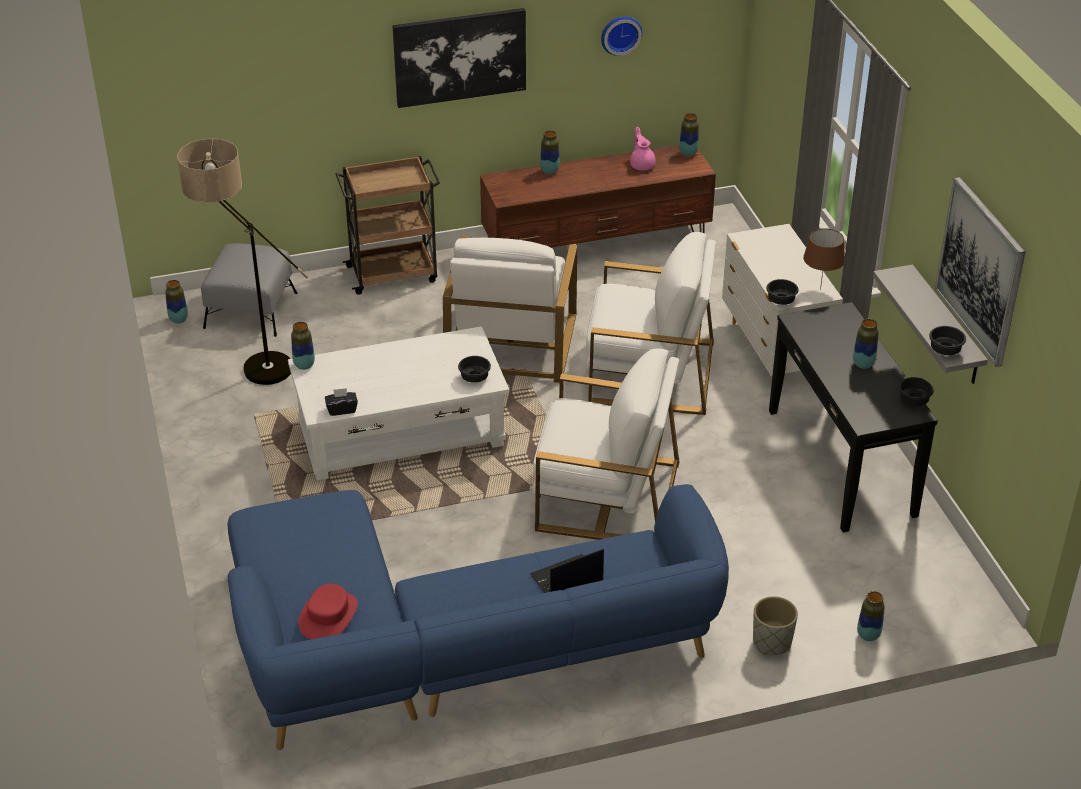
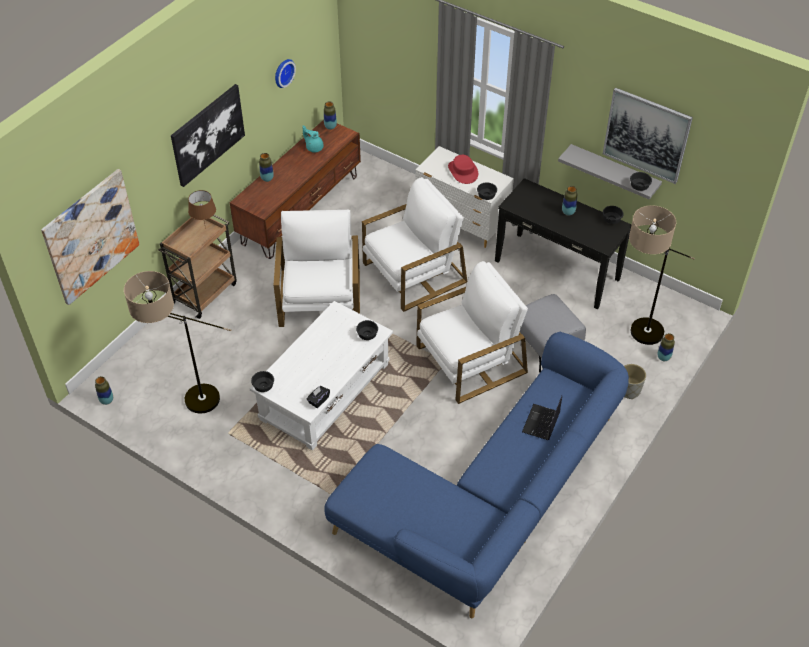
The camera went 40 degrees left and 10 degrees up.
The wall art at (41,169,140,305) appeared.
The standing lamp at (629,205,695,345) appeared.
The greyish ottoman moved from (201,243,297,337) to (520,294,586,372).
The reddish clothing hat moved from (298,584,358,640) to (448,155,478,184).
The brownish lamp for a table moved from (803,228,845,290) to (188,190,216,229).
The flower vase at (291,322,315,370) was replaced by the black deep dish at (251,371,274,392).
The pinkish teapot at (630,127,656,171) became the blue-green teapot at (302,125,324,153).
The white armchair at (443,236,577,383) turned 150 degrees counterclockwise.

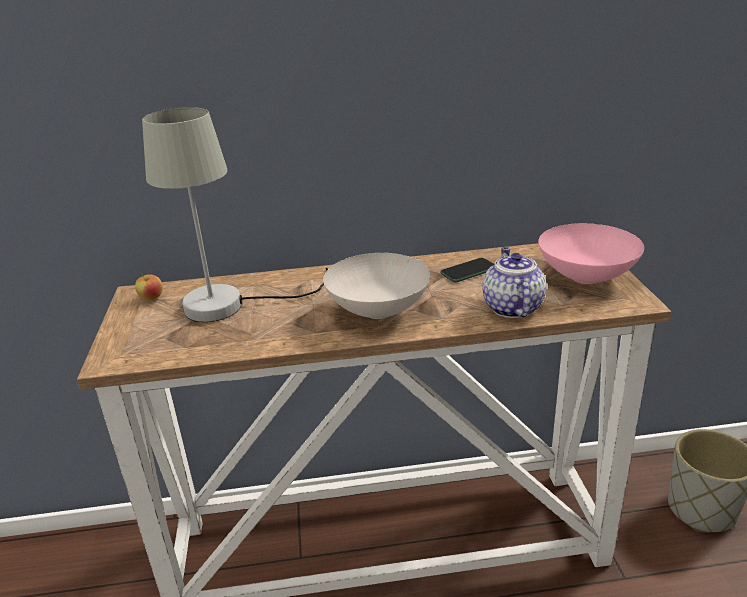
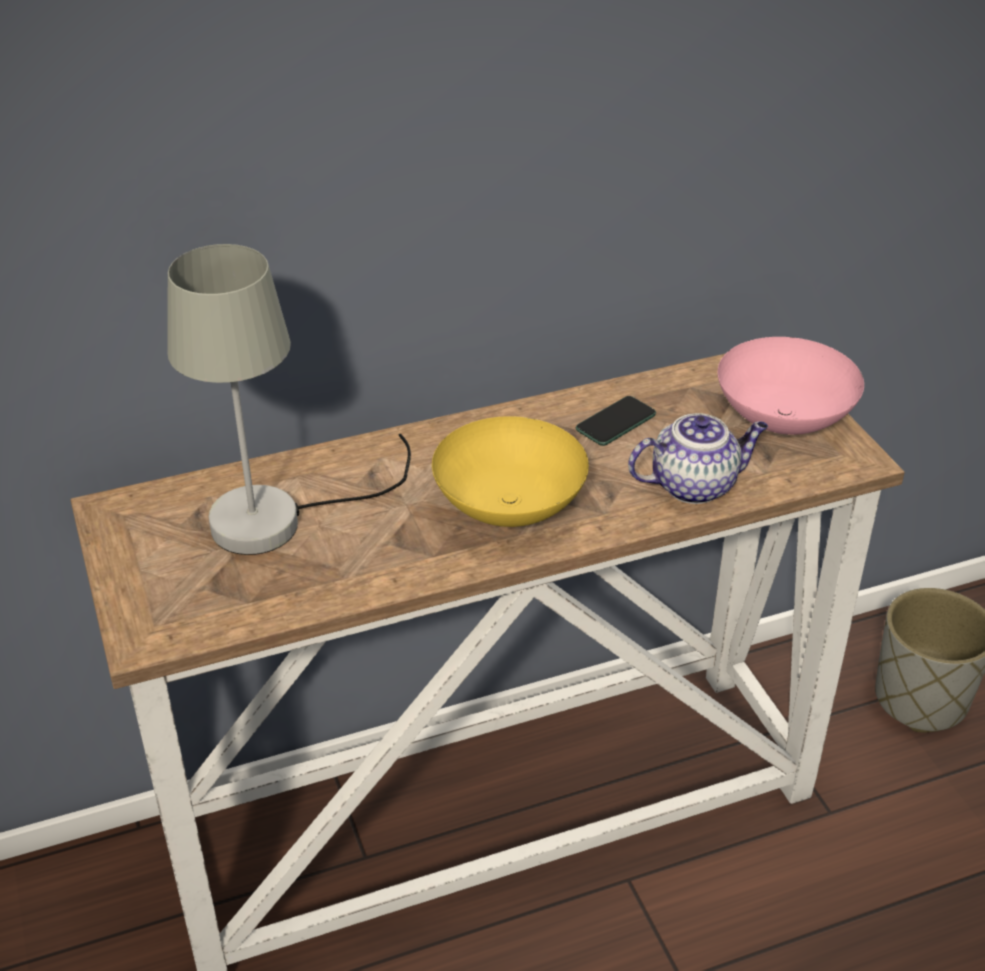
The camera went 15 degrees left and 10 degrees up.
The apple at (135,273,163,300) disappeared.
The white deep dish at (323,253,431,319) became the yellowish deep dish at (432,416,589,527).
The teapot at (482,247,547,318) turned 90 degrees clockwise.

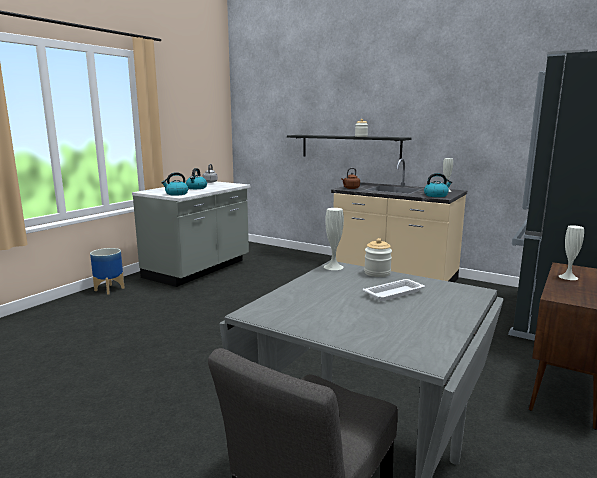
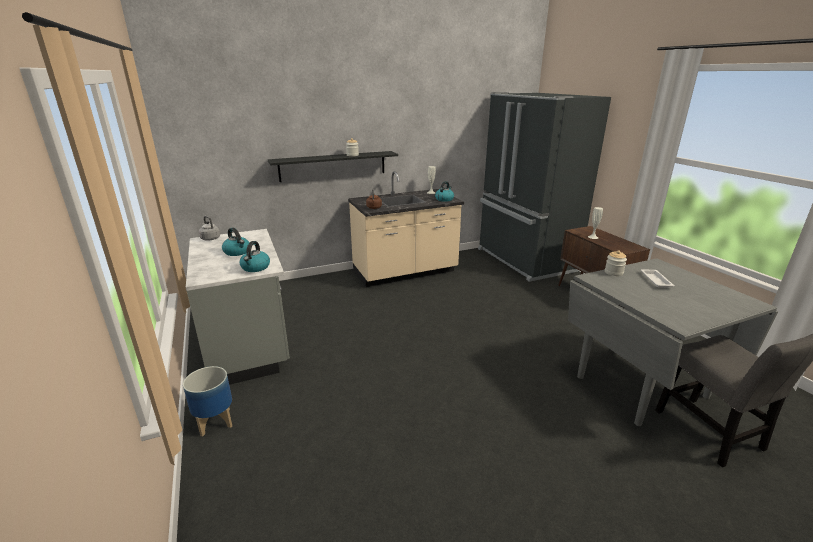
The camera went 55 degrees left and 10 degrees up.
The white flower vase at (324,208,344,270) disappeared.

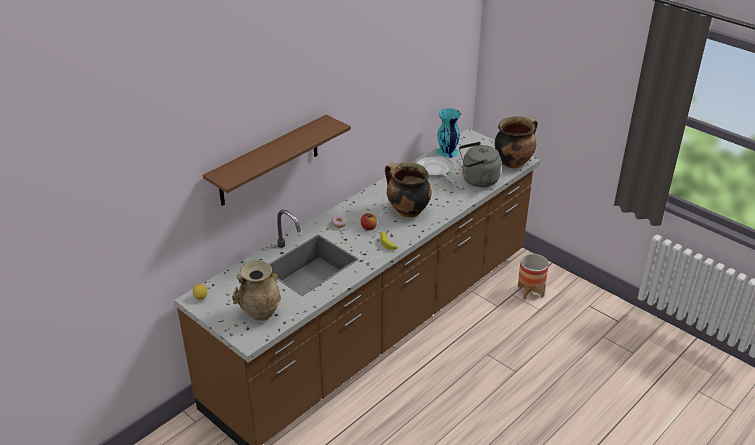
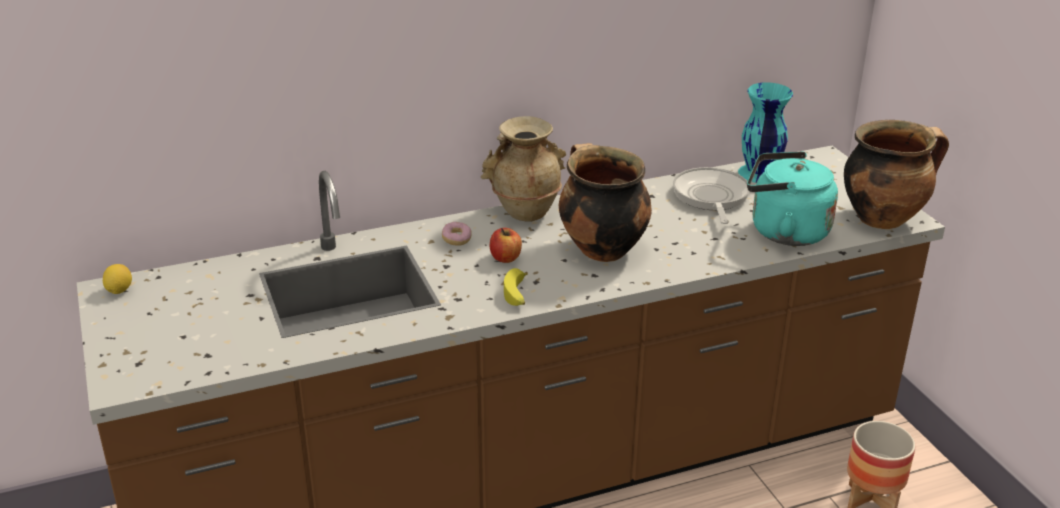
The camera went 25 degrees right and 5 degrees down.
The brownish shelf at (203,114,351,206) disappeared.
The sand-coloured flower vase moved from (232,261,281,320) to (481,116,566,222).
The greyish tea kettle at (459,142,502,187) became the blue-green tea kettle at (747,151,838,246).

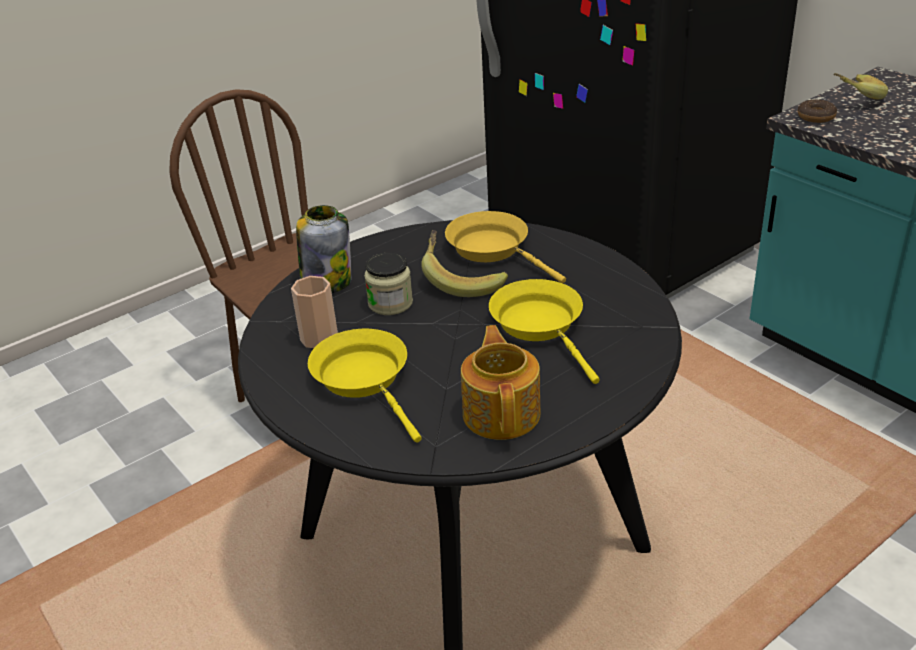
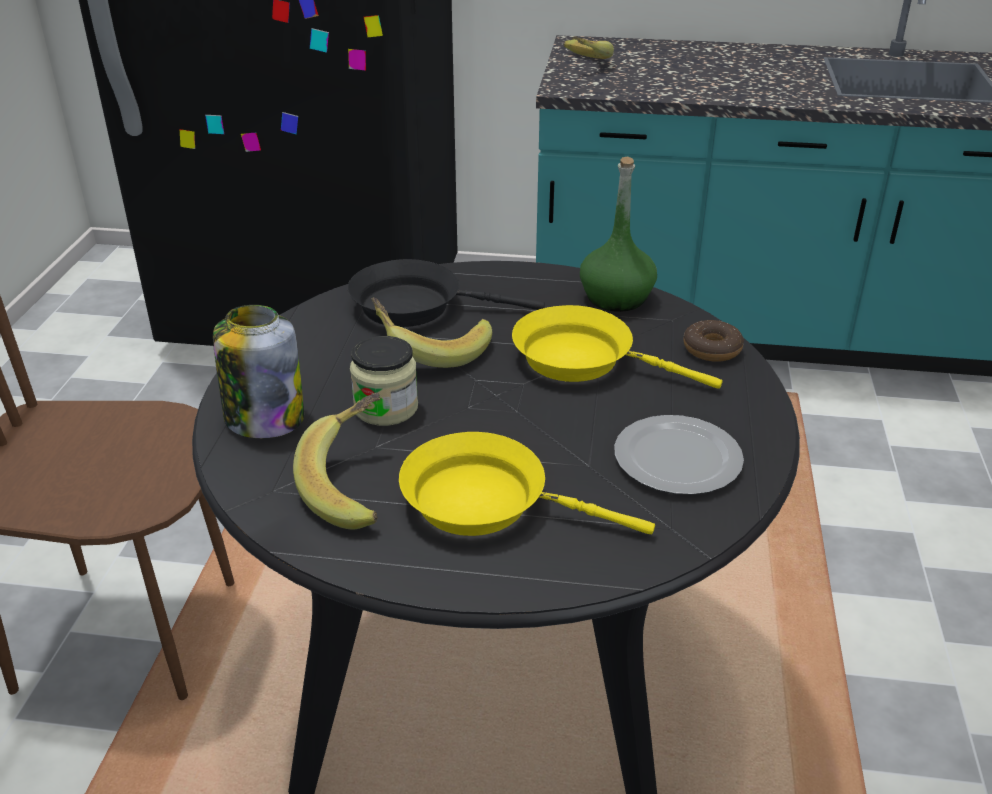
The camera went 45 degrees left and 0 degrees up.
The green beverage bottle at (580,157,657,312) appeared.
The donut moved from (798,99,837,123) to (683,320,744,362).
The small cup at (291,276,338,348) was replaced by the banana at (293,392,381,529).
The teapot at (461,325,541,440) was replaced by the flat dish at (614,415,744,495).
The yellowish frying pan at (445,211,566,283) became the black frying pan at (348,259,545,327).

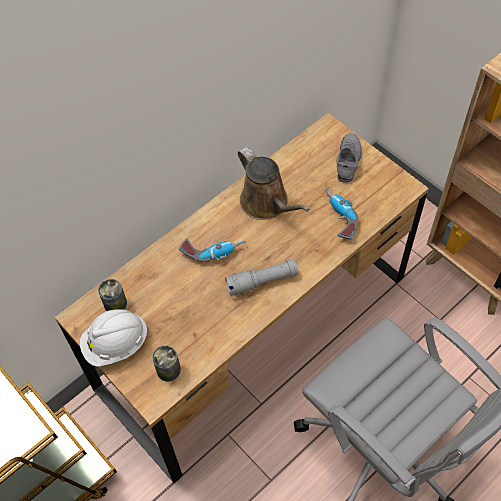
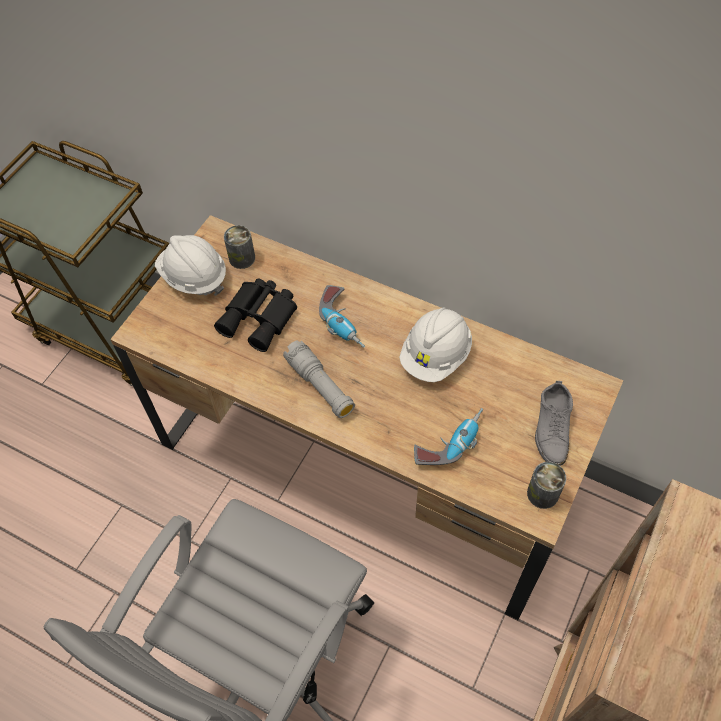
The camera went 70 degrees right and 0 degrees up.
The black binoculars at (214,278,297,352) appeared.
The sealed can moved from (152,345,181,382) to (527,462,566,509).
The brownish sprinkling can at (238,147,310,220) was replaced by the white work helmet at (399,308,472,382).
The greyish low shoe at (337,133,362,183) turned 105 degrees clockwise.

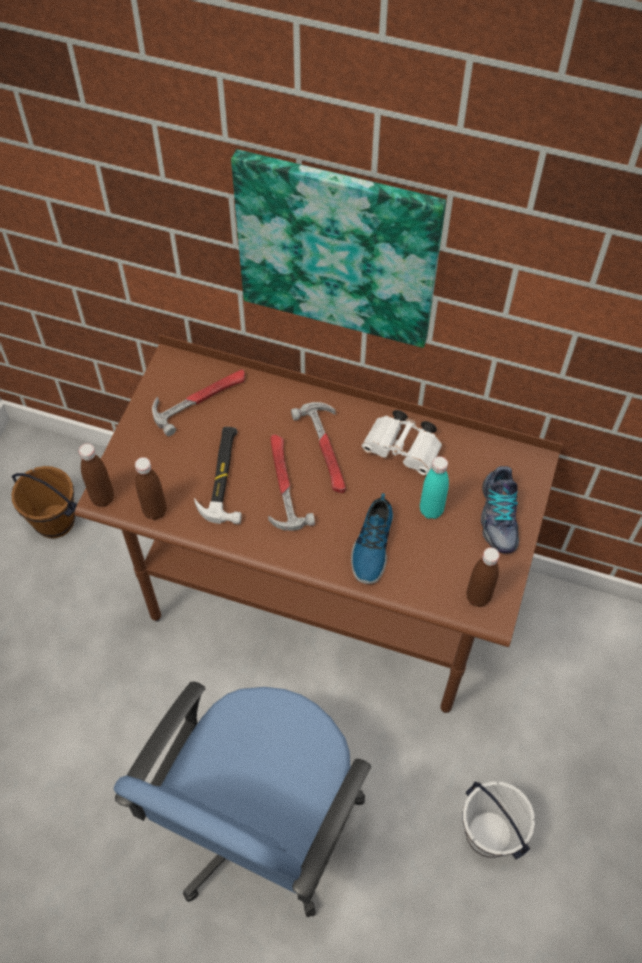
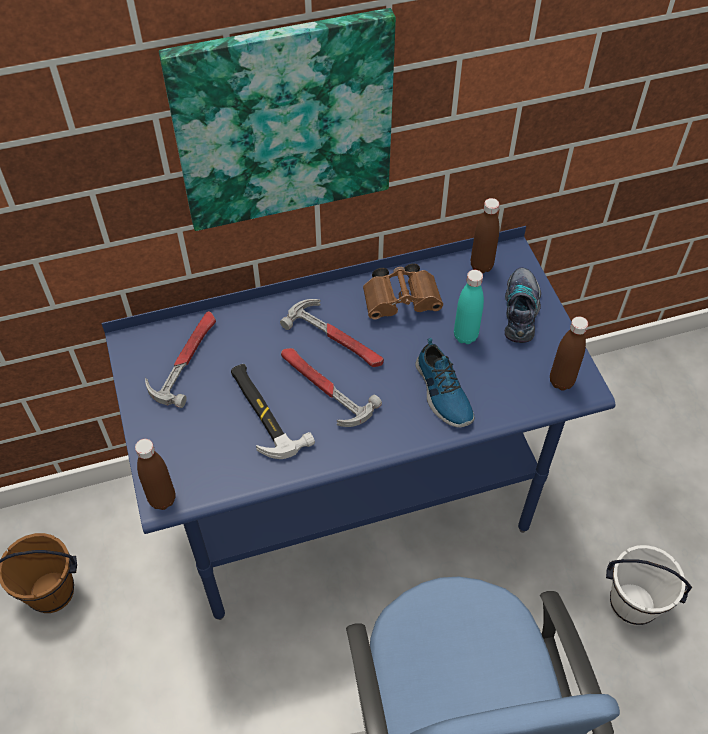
The camera went 35 degrees left and 5 degrees down.
The brownish beverage bottle moved from (135,457,167,520) to (471,198,499,273).
The brownish desk at (75,334,563,713) became the blue-coloured desk at (101,226,615,620).
The white binoculars at (361,410,442,475) became the brownish binoculars at (363,264,443,320).
The low shoe at (481,466,519,554) turned 135 degrees counterclockwise.

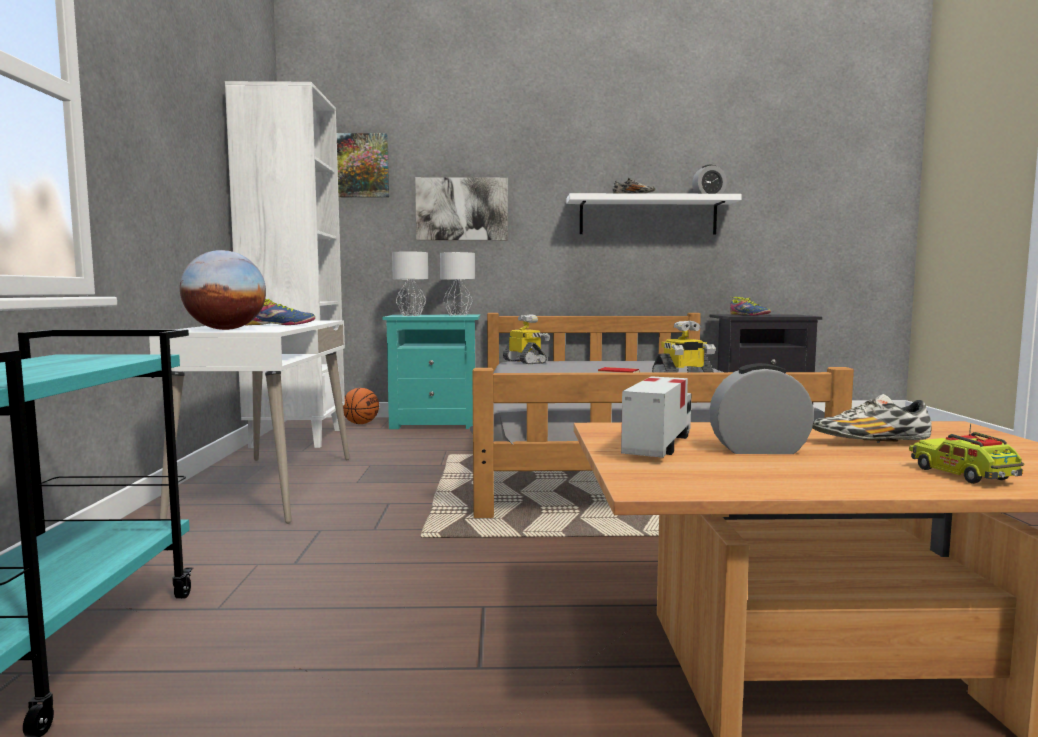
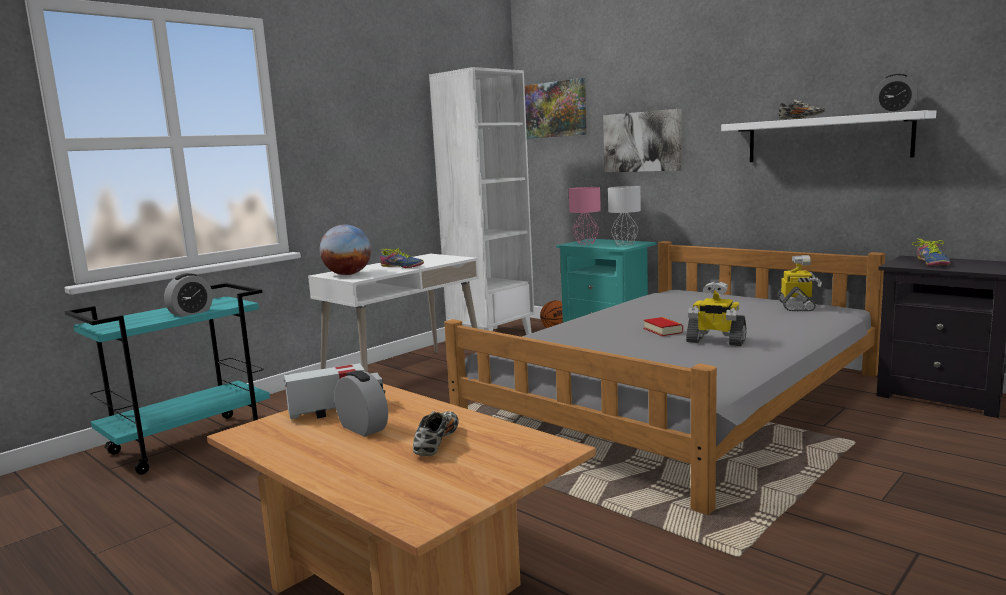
The camera went 45 degrees right and 5 degrees up.
The toy truck at (909,423,1024,484) disappeared.
The table clock at (164,273,213,317) appeared.
The model robot moved from (503,315,550,364) to (777,255,822,311).
The greyish lamp for a table at (392,251,428,316) became the pinkish lamp for a table at (569,187,601,244).
The low shoe at (812,394,932,443) turned 60 degrees clockwise.

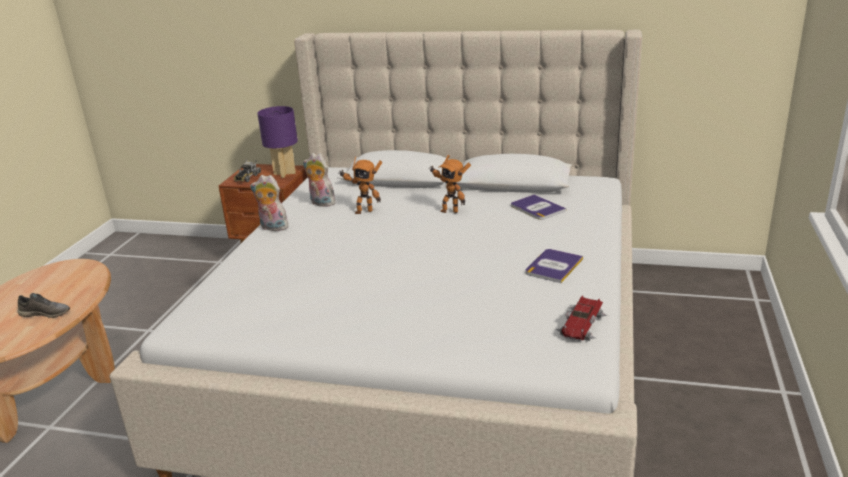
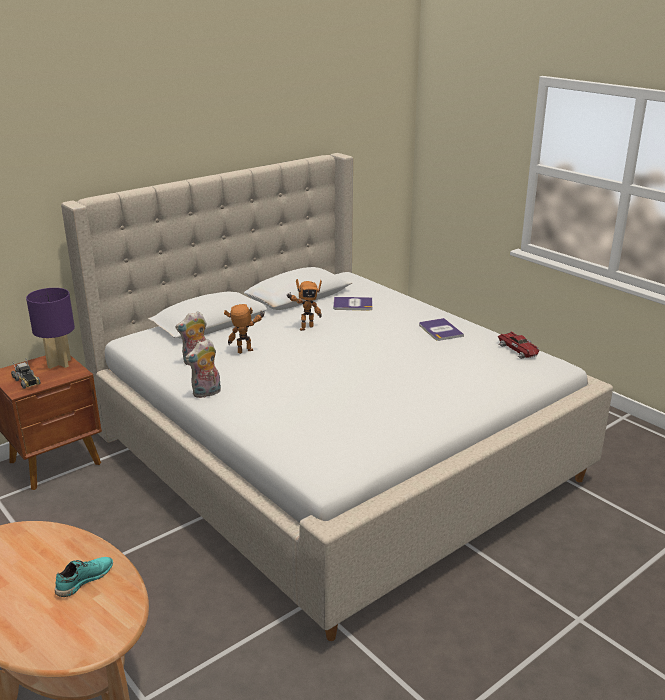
The camera went 55 degrees left and 0 degrees up.
The greyish low shoe at (18,293,70,318) became the blue-green low shoe at (55,557,113,597).
The model robot at (339,156,382,214) turned 150 degrees counterclockwise.

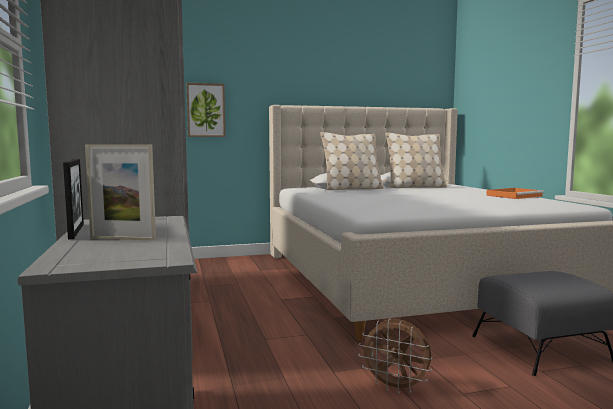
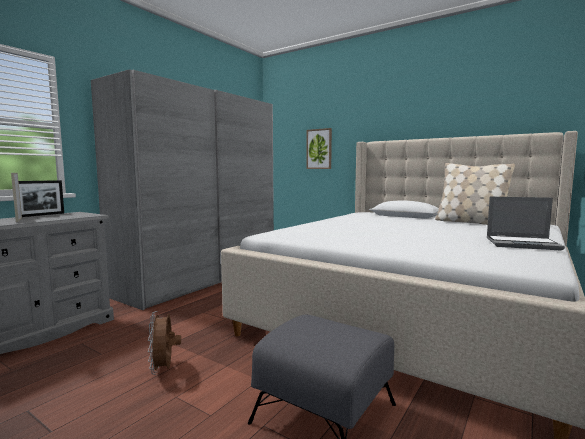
The camera went 50 degrees right and 0 degrees up.
The sand-coloured pillow at (320,132,384,190) disappeared.
The orange tray at (486,188,544,199) was replaced by the laptop at (487,197,565,250).

